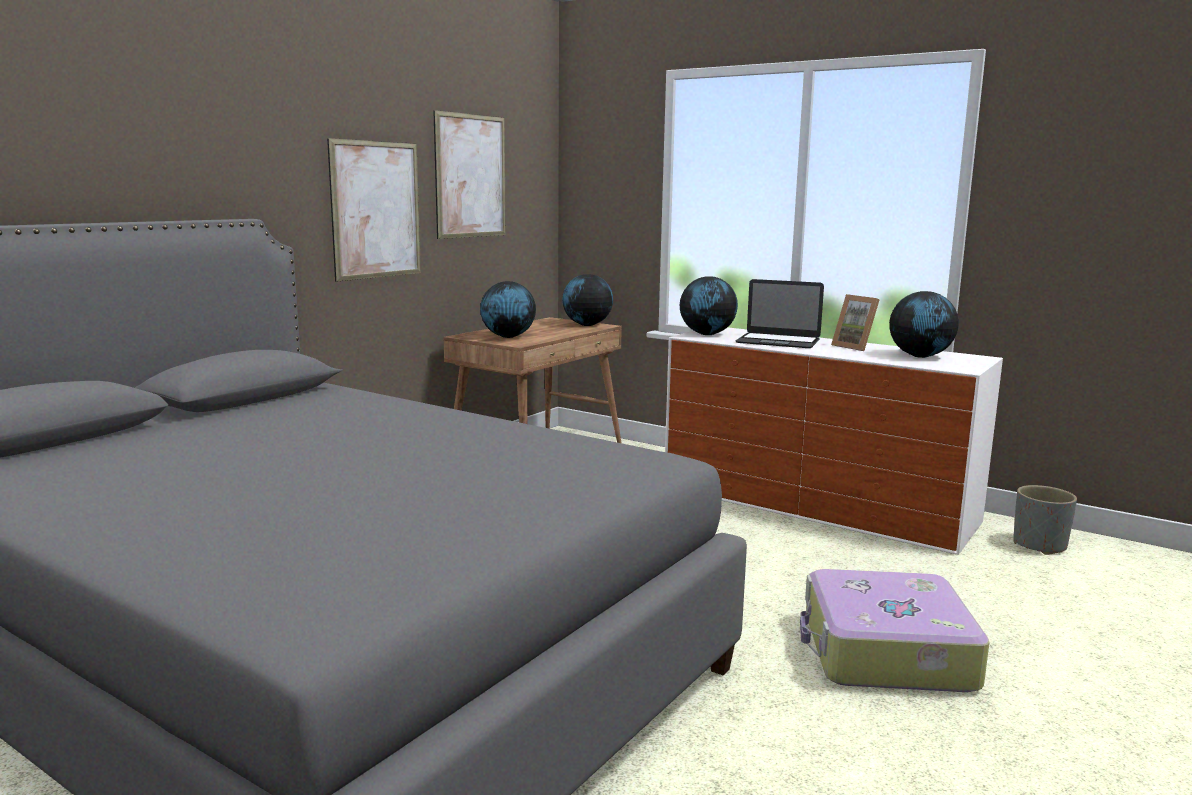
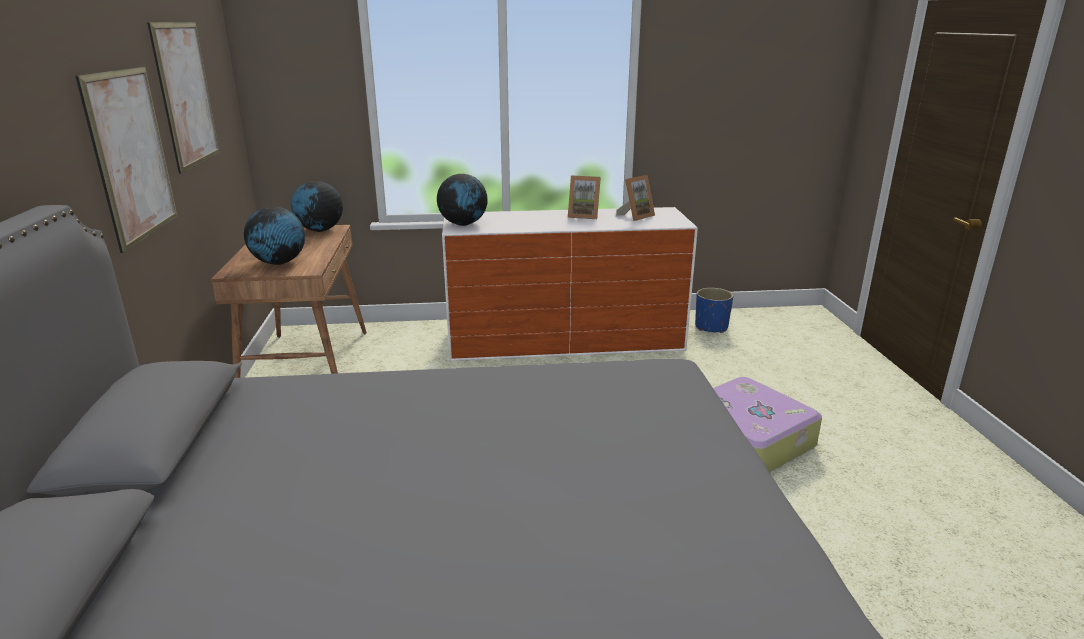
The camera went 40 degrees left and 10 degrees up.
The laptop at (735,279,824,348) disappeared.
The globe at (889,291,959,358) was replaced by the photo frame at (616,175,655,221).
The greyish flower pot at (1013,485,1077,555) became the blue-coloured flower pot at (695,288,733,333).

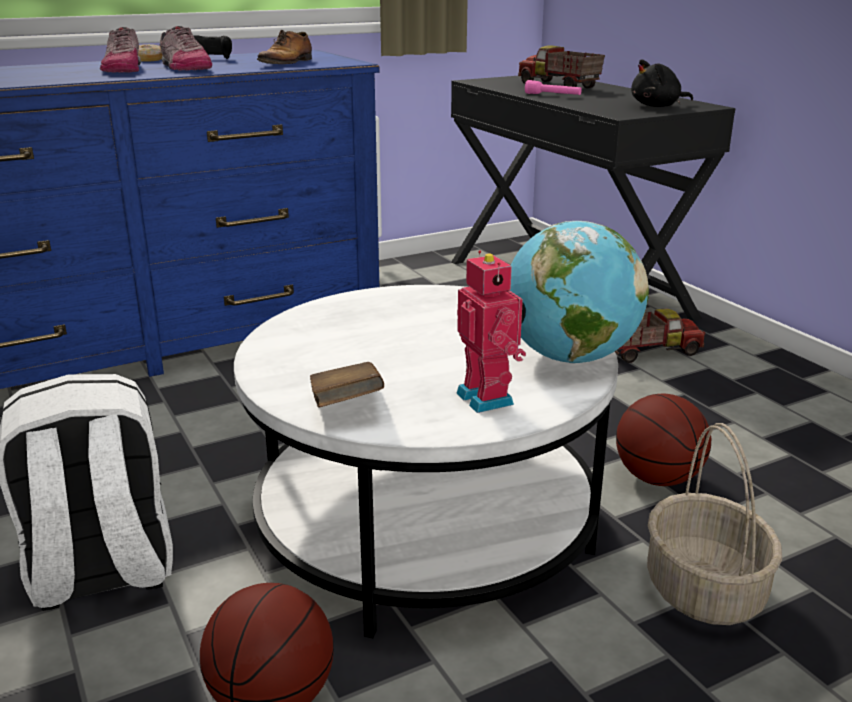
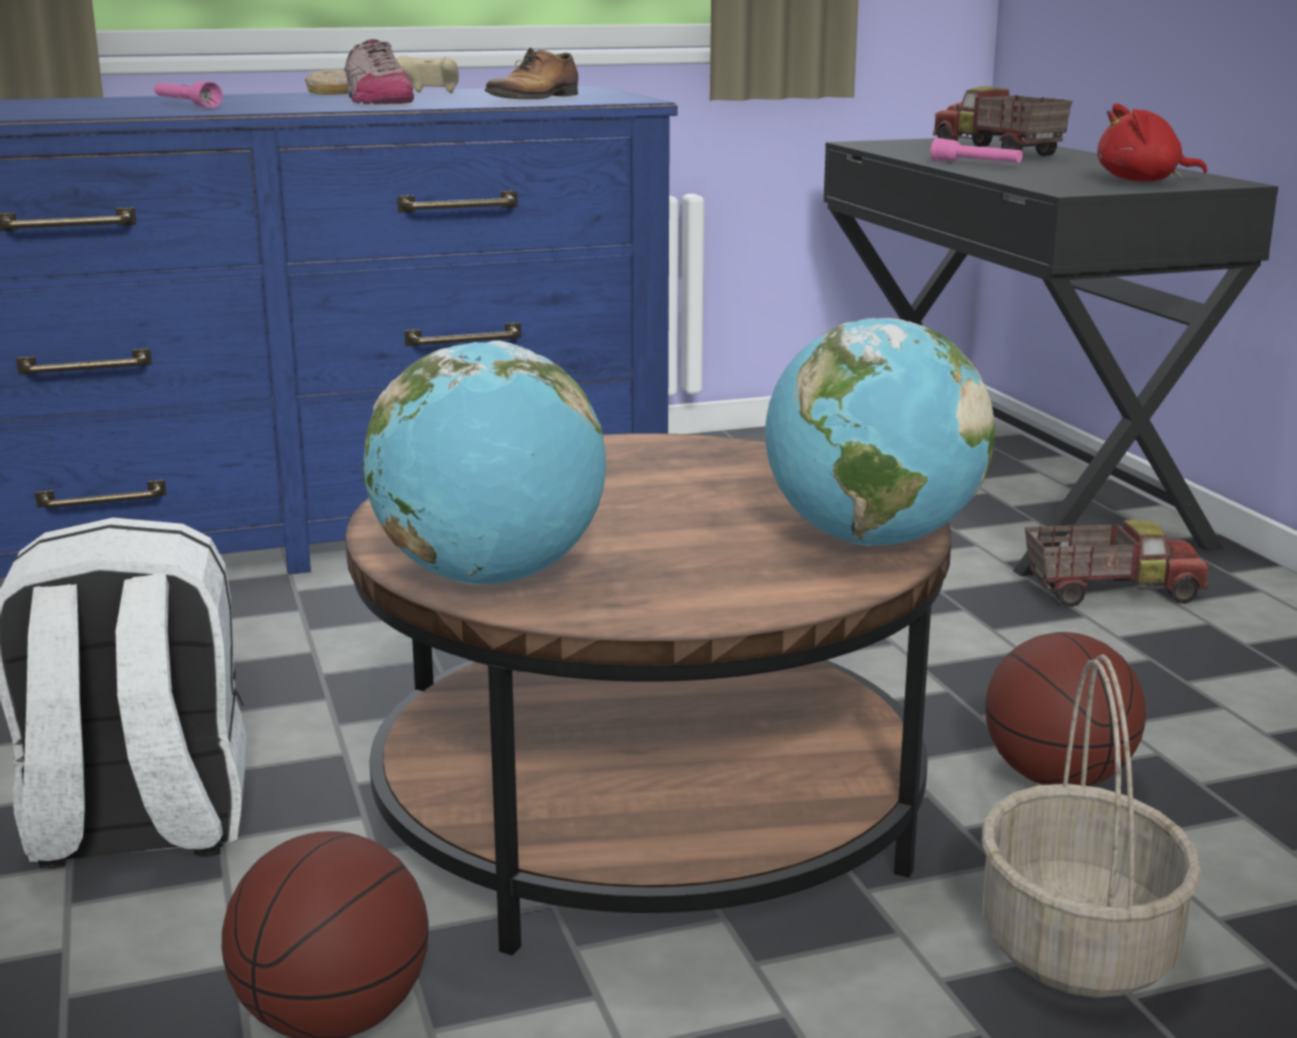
The camera went 10 degrees right and 5 degrees down.
The low shoe at (100,27,141,73) disappeared.
The model robot at (456,250,526,413) disappeared.
The pinkish flashlight at (154,81,223,108) appeared.
The brownish bound book at (310,362,384,408) was replaced by the globe at (363,341,606,585).
The black game controller at (193,35,232,59) became the sand-coloured game controller at (396,57,459,94).
The white coffee table at (234,285,618,638) became the brownish coffee table at (345,433,952,955).
The black plush toy at (631,59,693,107) became the reddish plush toy at (1097,103,1207,181).

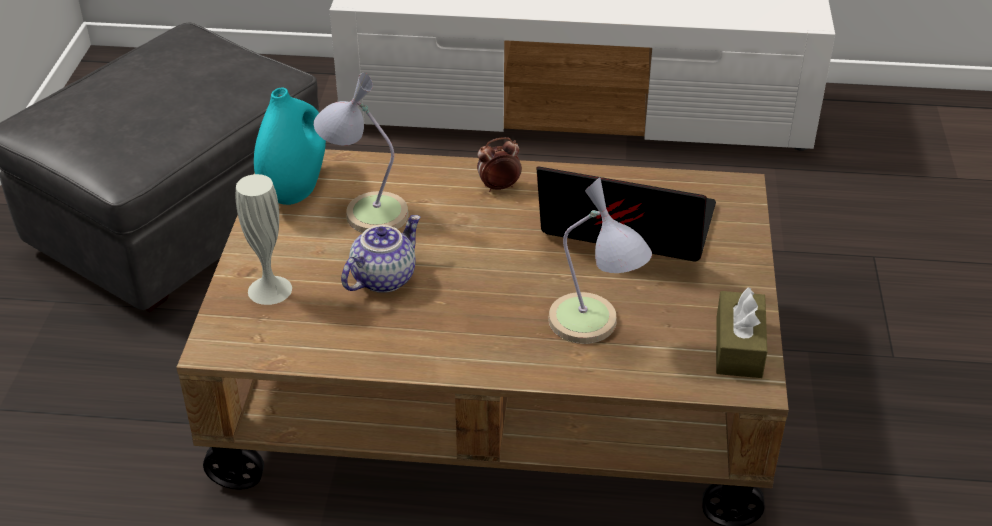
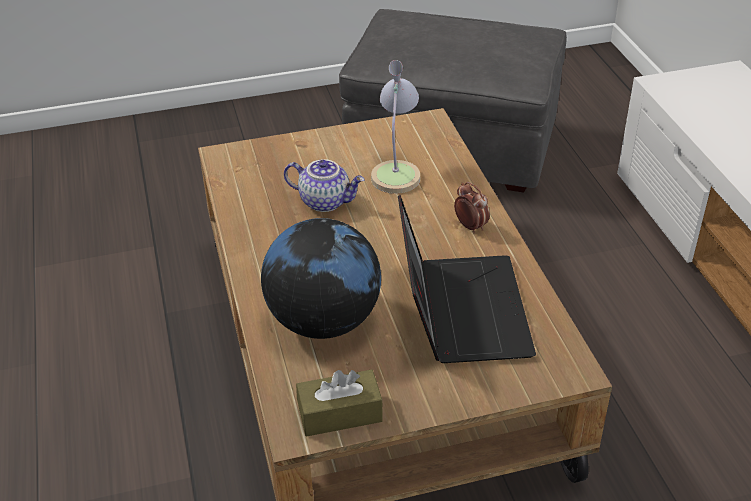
The camera went 70 degrees right and 0 degrees up.
The white flower vase at (236,174,292,305) disappeared.
The blue-green flower vase at (254,87,326,205) disappeared.
The lamp for a table at (548,177,652,344) was replaced by the globe at (261,218,381,339).

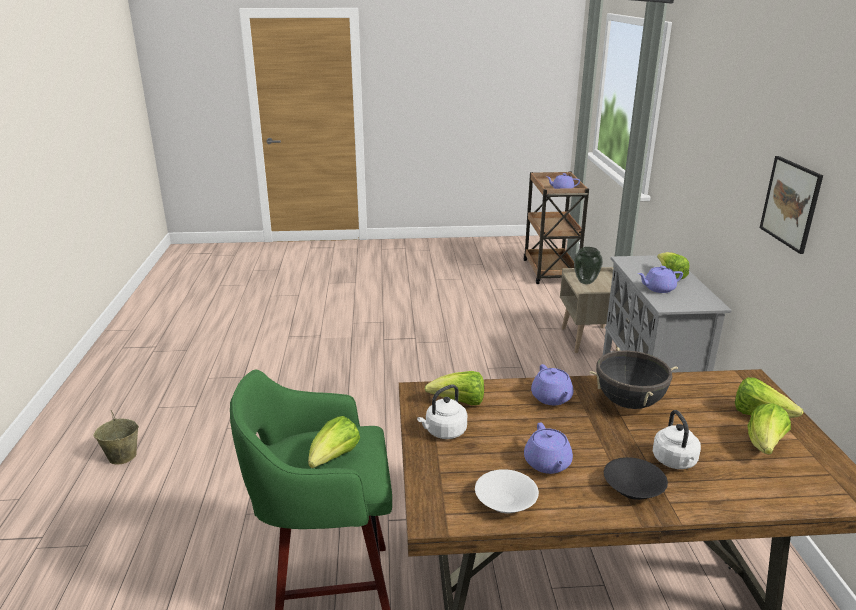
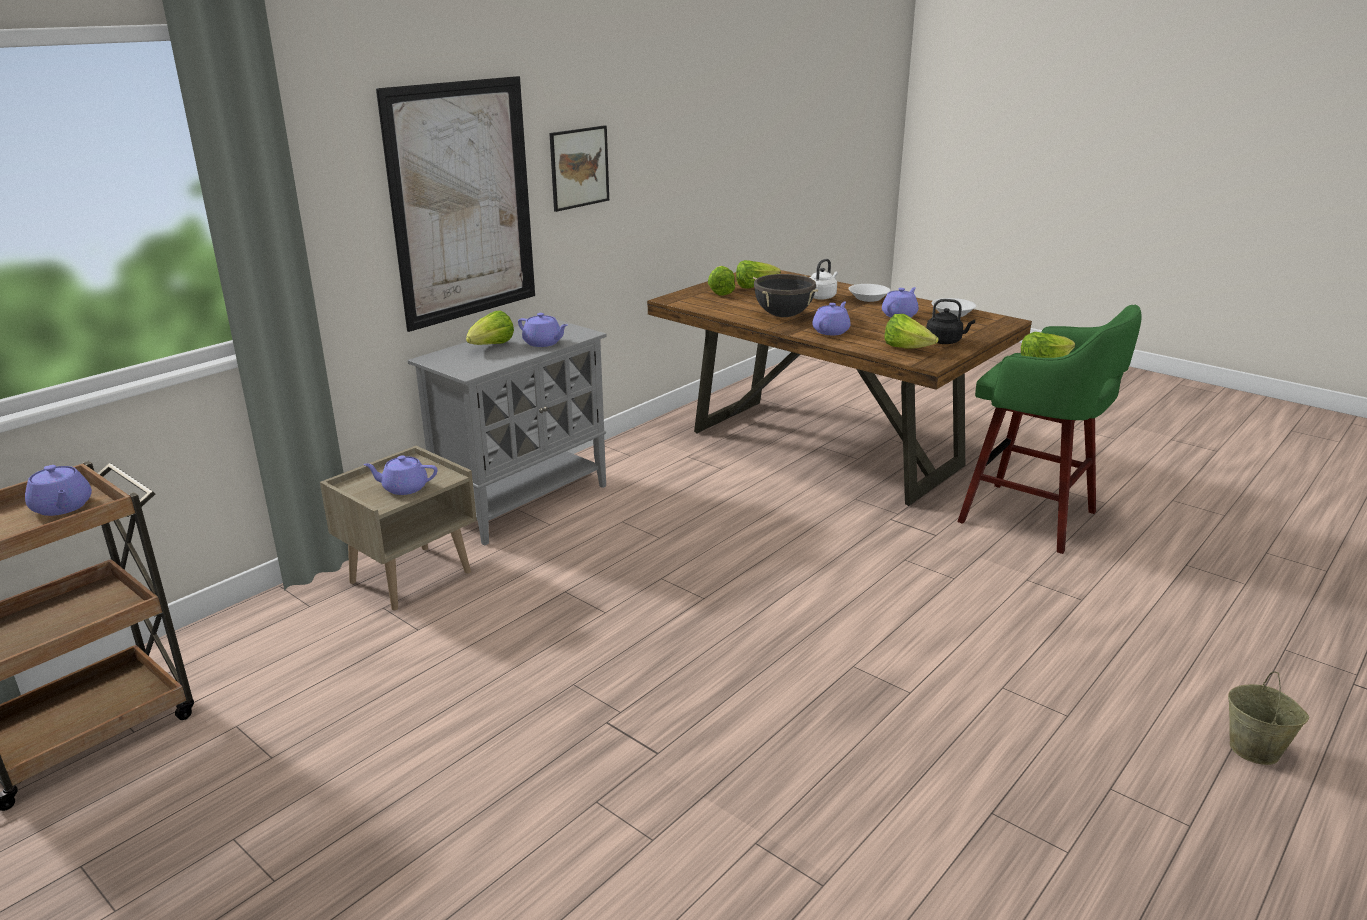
The camera went 135 degrees left and 0 degrees up.
The wall art at (376,76,535,332) appeared.
The flower vase at (574,247,603,284) was replaced by the purple teapot at (363,455,437,495).
The white tea kettle at (417,384,467,439) became the black tea kettle at (926,299,975,344).
The black deep dish at (604,457,668,500) became the white deep dish at (848,284,891,302).

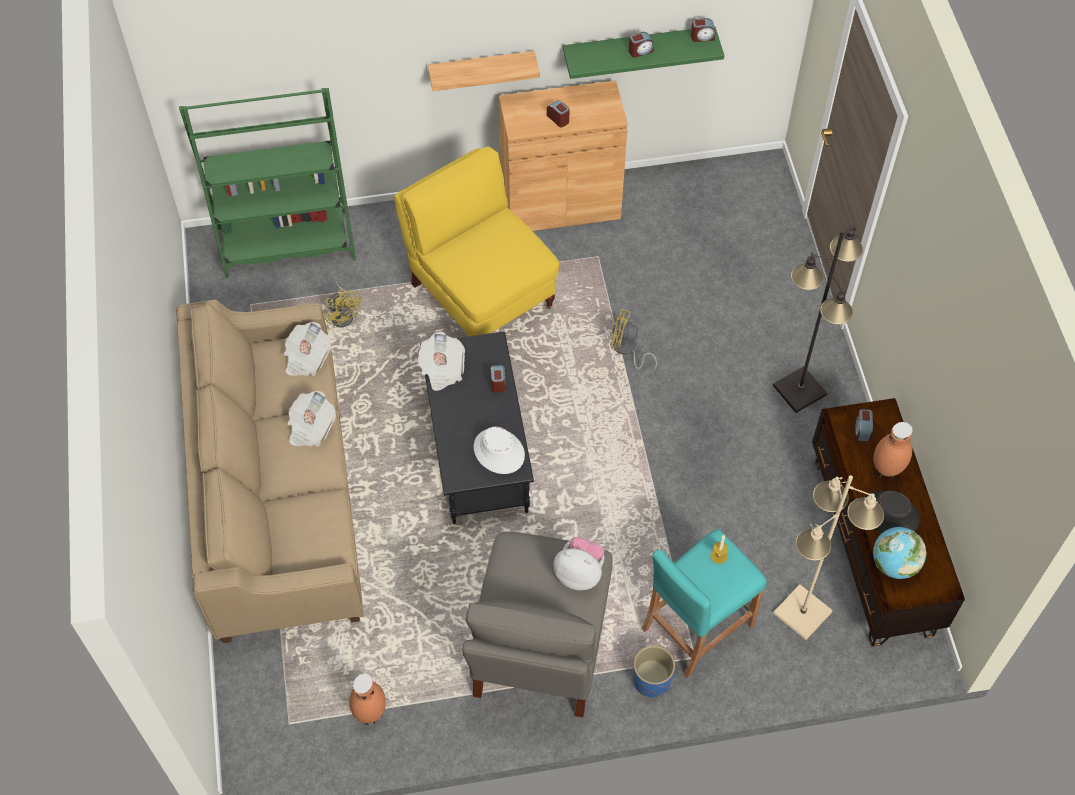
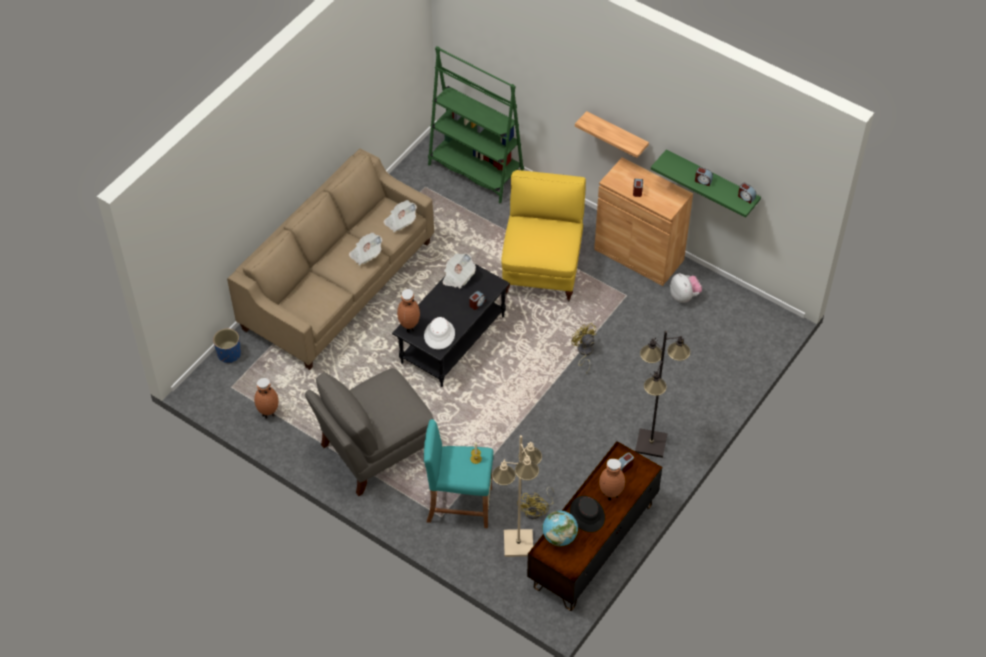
The camera went 45 degrees right and 5 degrees down.
The brownish flower vase at (397,289,420,333) appeared.
The yellowish fan moved from (324,281,361,327) to (517,487,554,519).
The plush toy moved from (553,537,604,590) to (670,273,702,303).
The blue-coloured flower pot moved from (633,645,675,697) to (213,328,241,363).

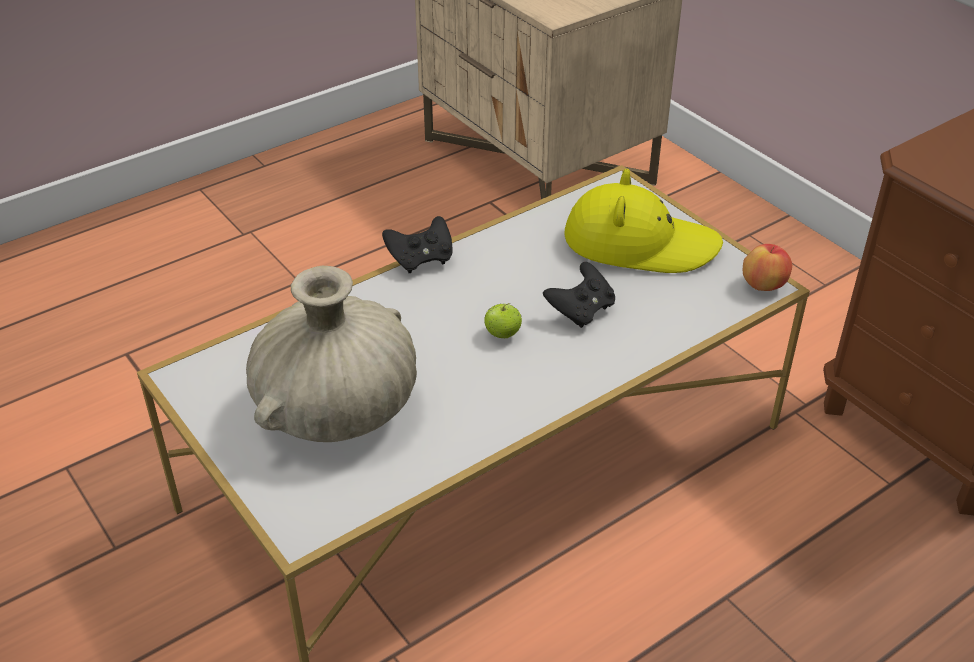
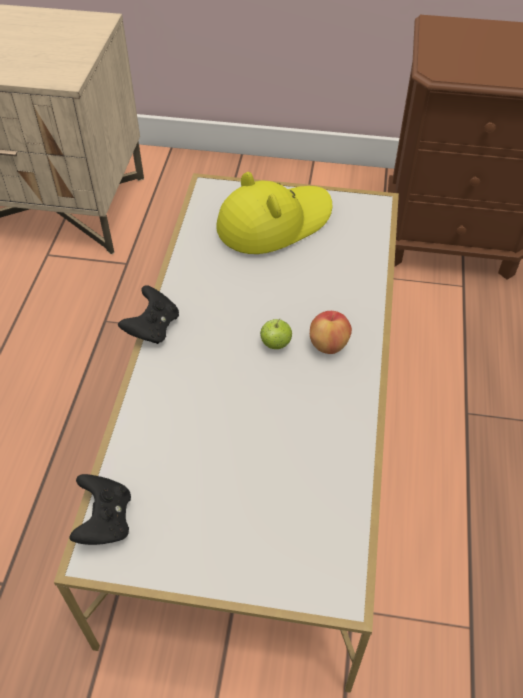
The camera went 45 degrees left and 10 degrees up.
The sand-coloured flower vase at (246,266,417,442) disappeared.
The black game controller moved from (543,262,615,328) to (69,474,131,545).
The apple moved from (743,244,792,291) to (310,311,352,354).

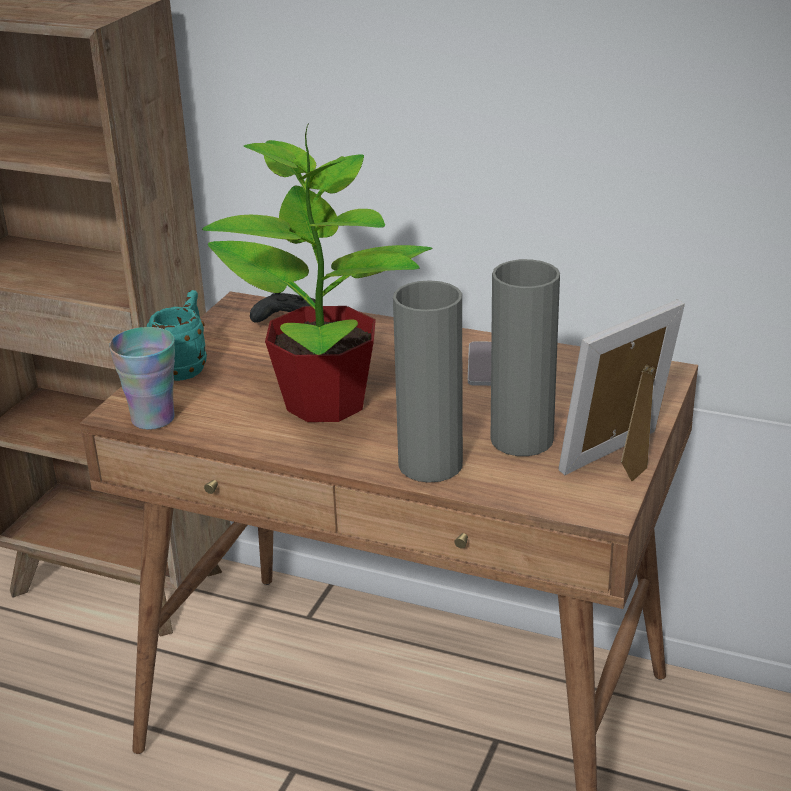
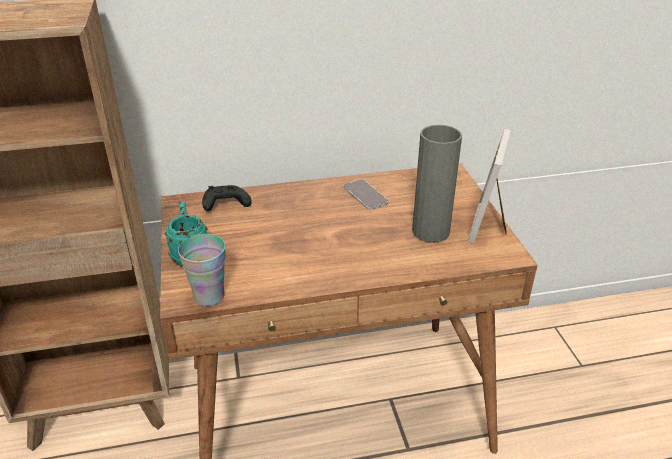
The camera went 35 degrees left and 5 degrees up.
The plant in a pot at (202,123,433,422) disappeared.
The greyish flower vase at (393,280,463,483) disappeared.

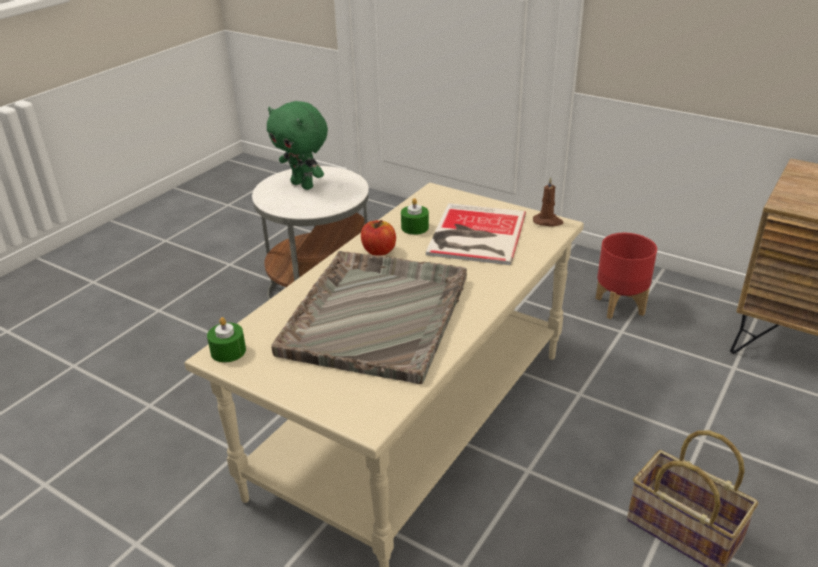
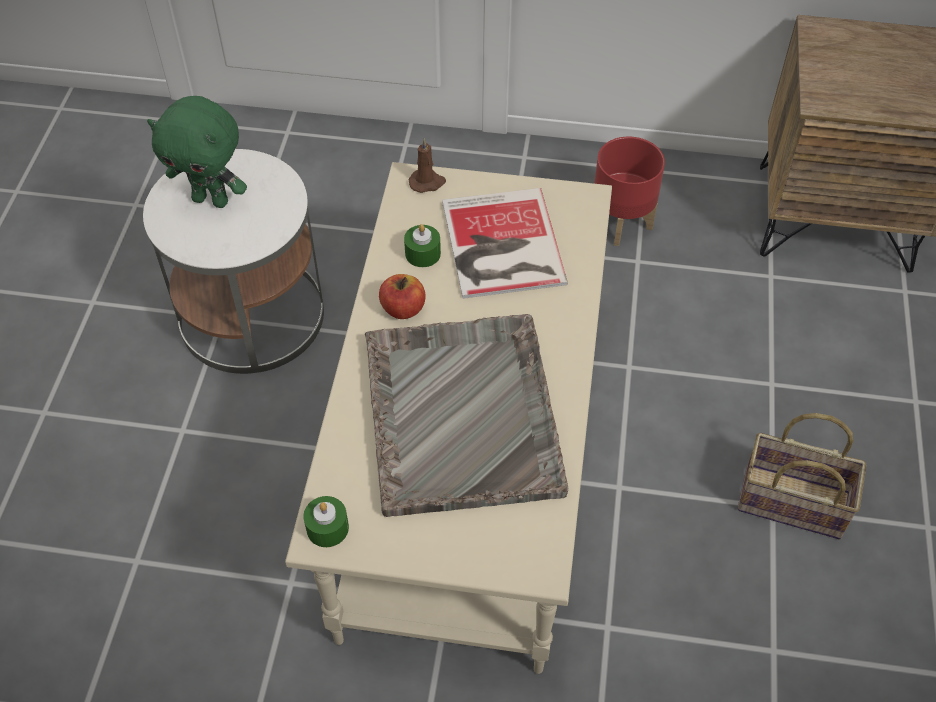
The camera went 25 degrees left and 20 degrees up.
The brownish candle moved from (533,177,563,227) to (409,138,446,193).

